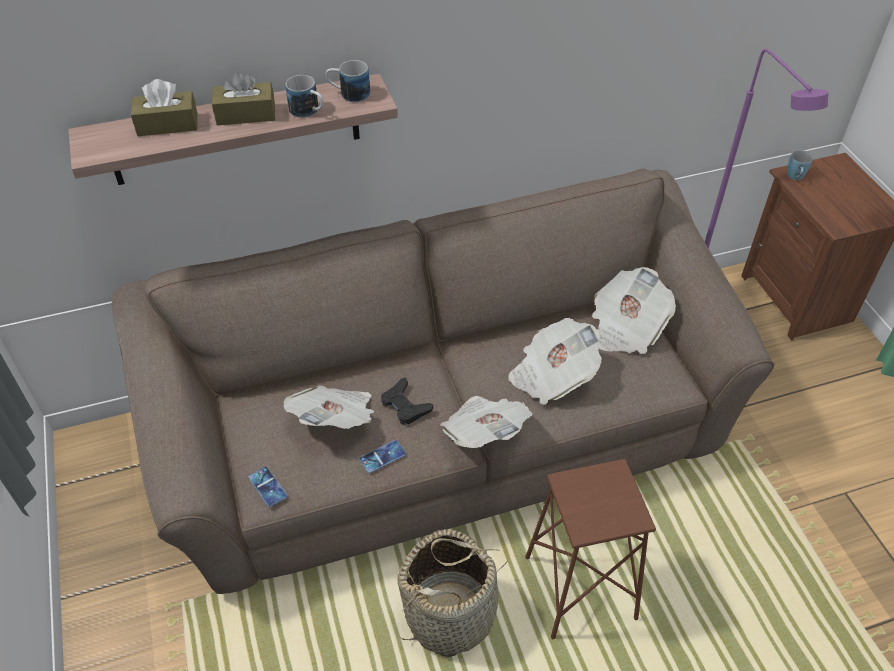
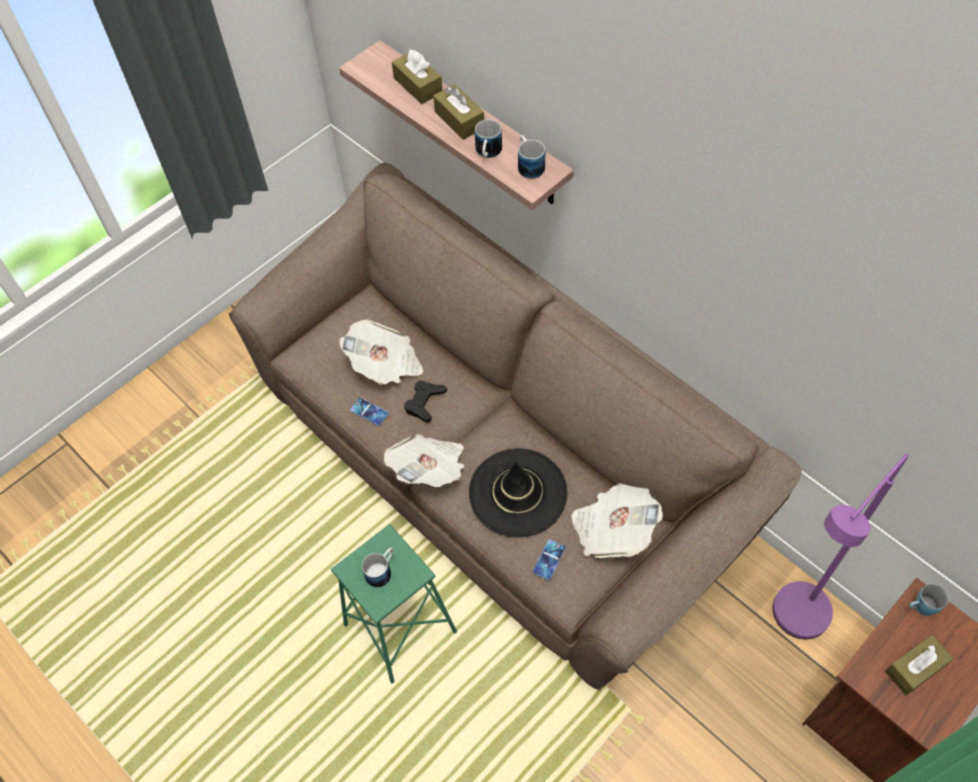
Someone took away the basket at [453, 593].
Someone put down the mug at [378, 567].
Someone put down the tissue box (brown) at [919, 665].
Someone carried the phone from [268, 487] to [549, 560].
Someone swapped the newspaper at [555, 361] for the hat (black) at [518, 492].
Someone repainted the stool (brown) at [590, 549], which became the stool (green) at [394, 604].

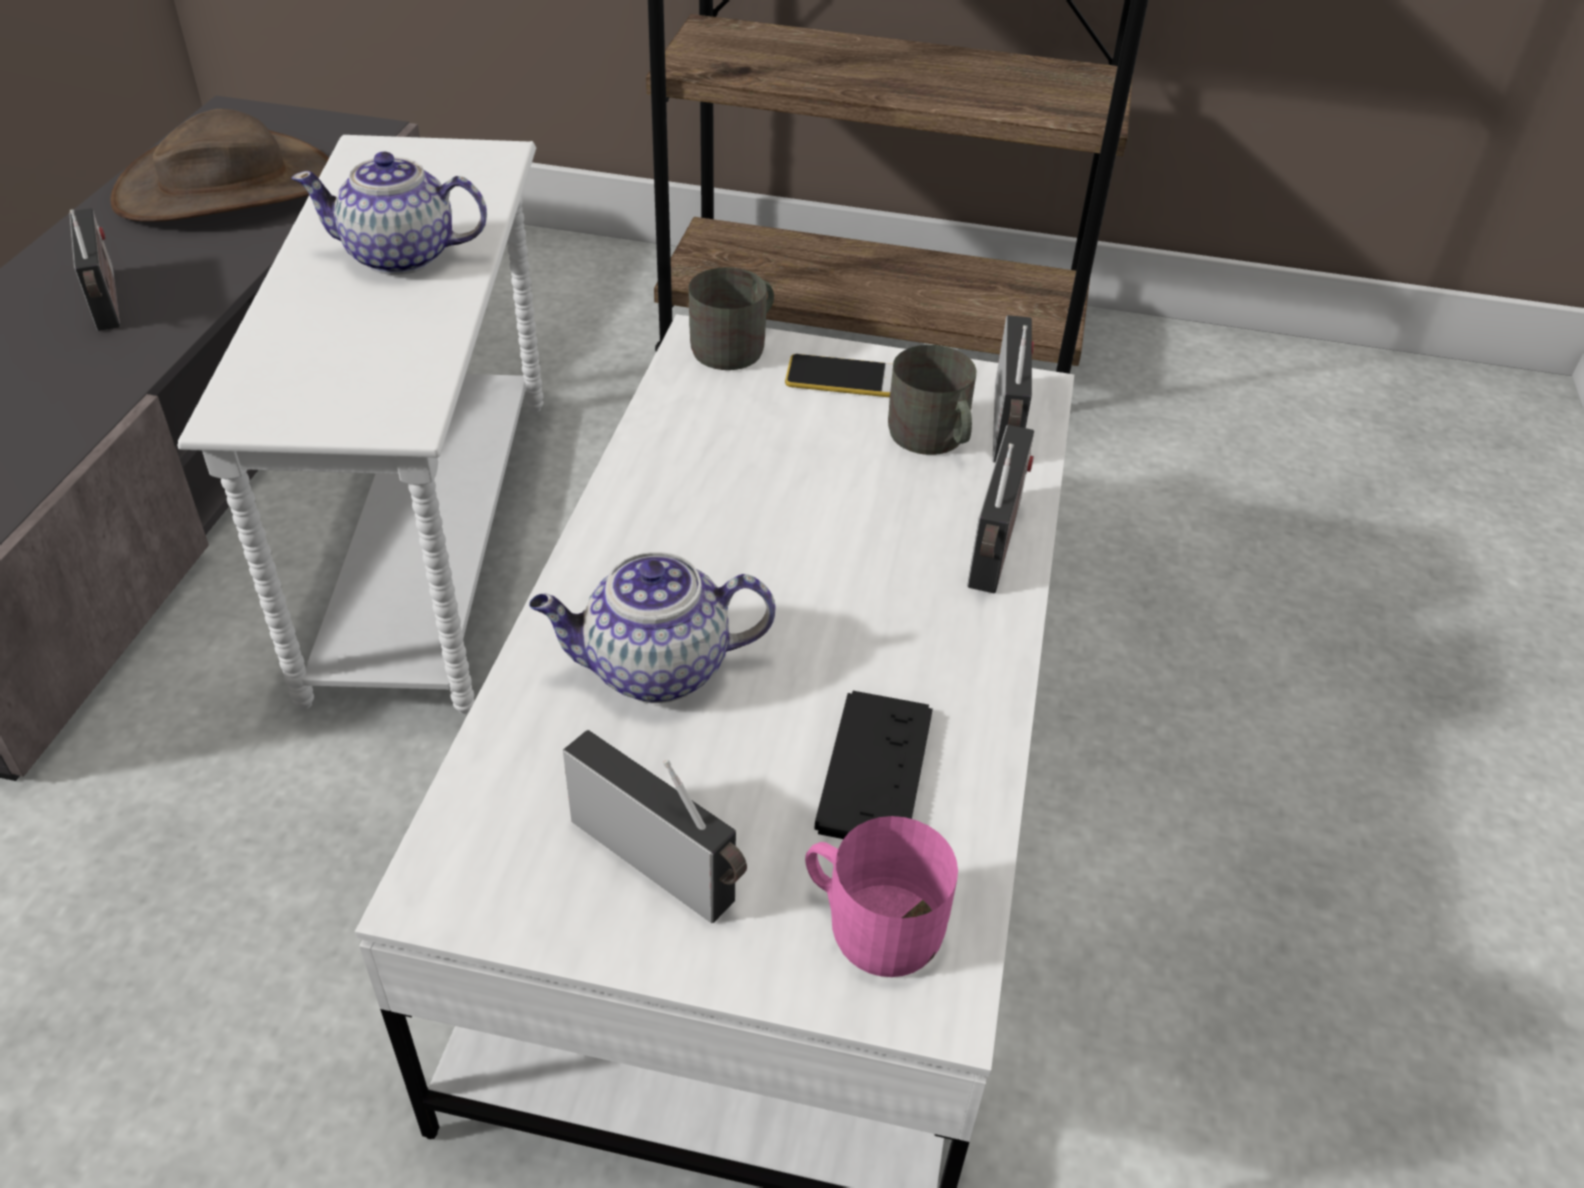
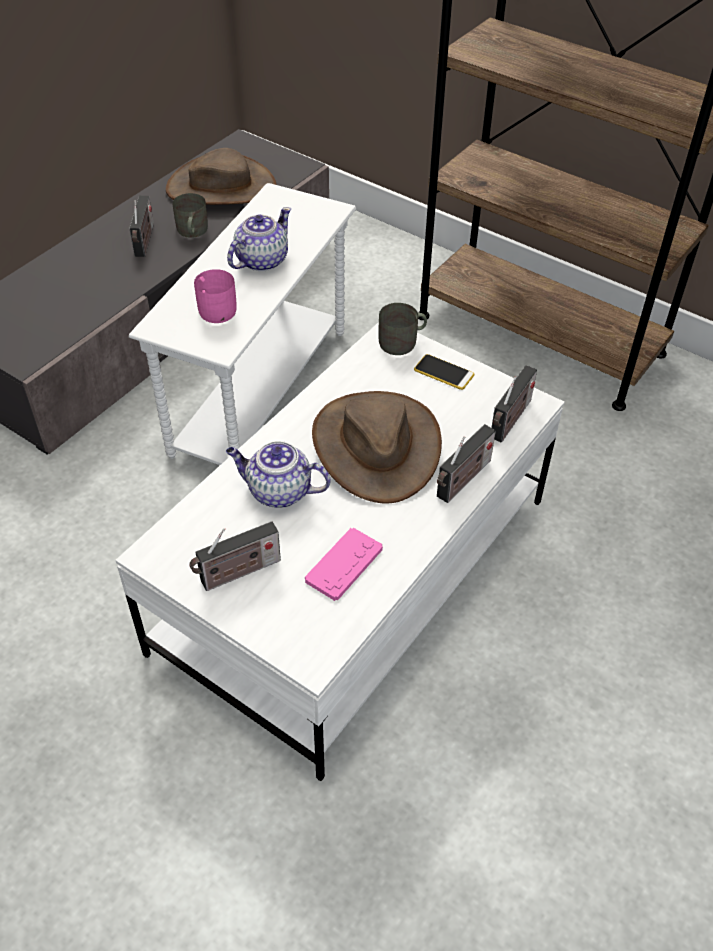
Someone put down the hat (brown) at [377, 447].
Someone carried the mug (pink) from [881, 896] to [215, 296].
Someone carried the mug (grey) from [932, 400] to [190, 215].
Someone repainted the game controller (black) at [873, 765], which became the game controller (pink) at [344, 564].
Someone rotated the teapot at [389, 213] by 105 degrees clockwise.
Someone rotated the radio at [655, 826] by 90 degrees clockwise.

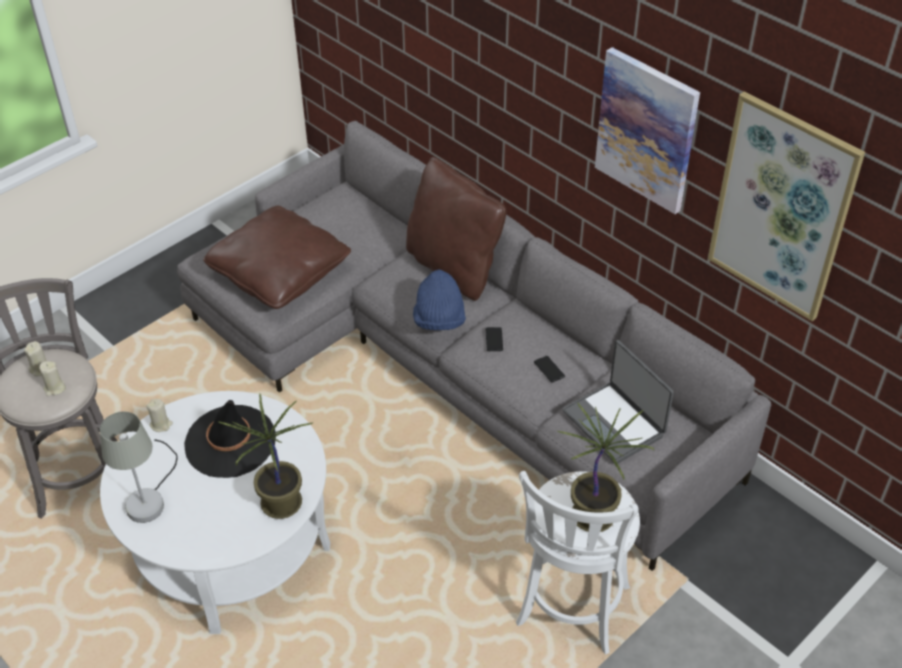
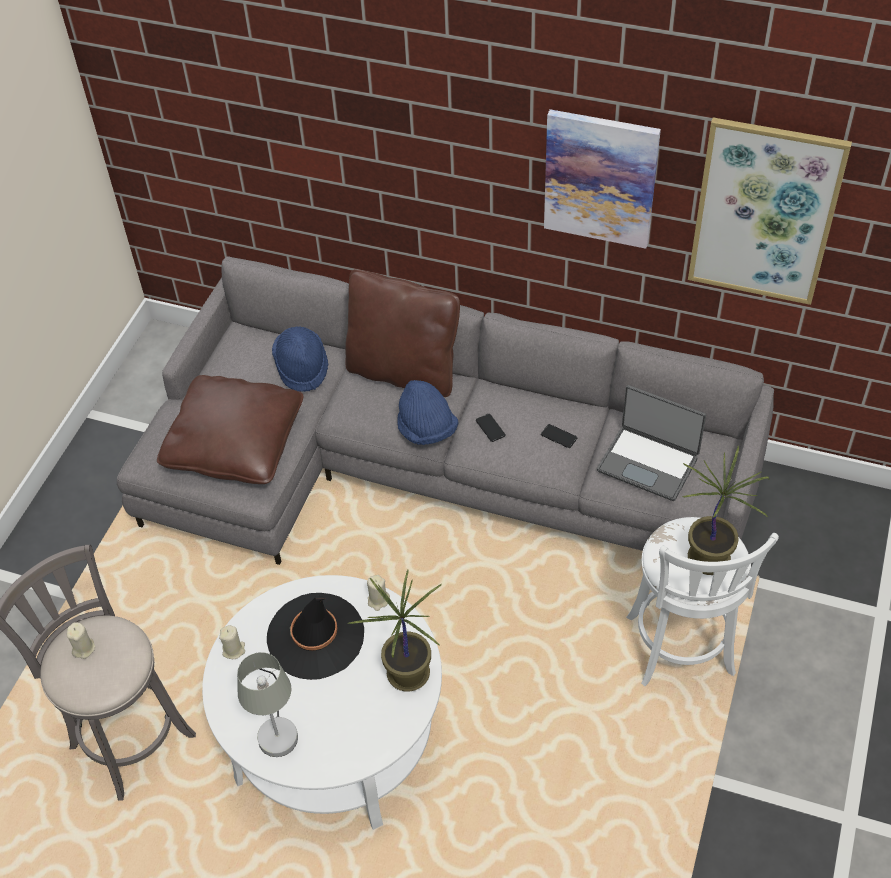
Someone put down the hat (blue) at [300, 359].
Someone carried the candle (beige) from [52, 378] to [378, 593].

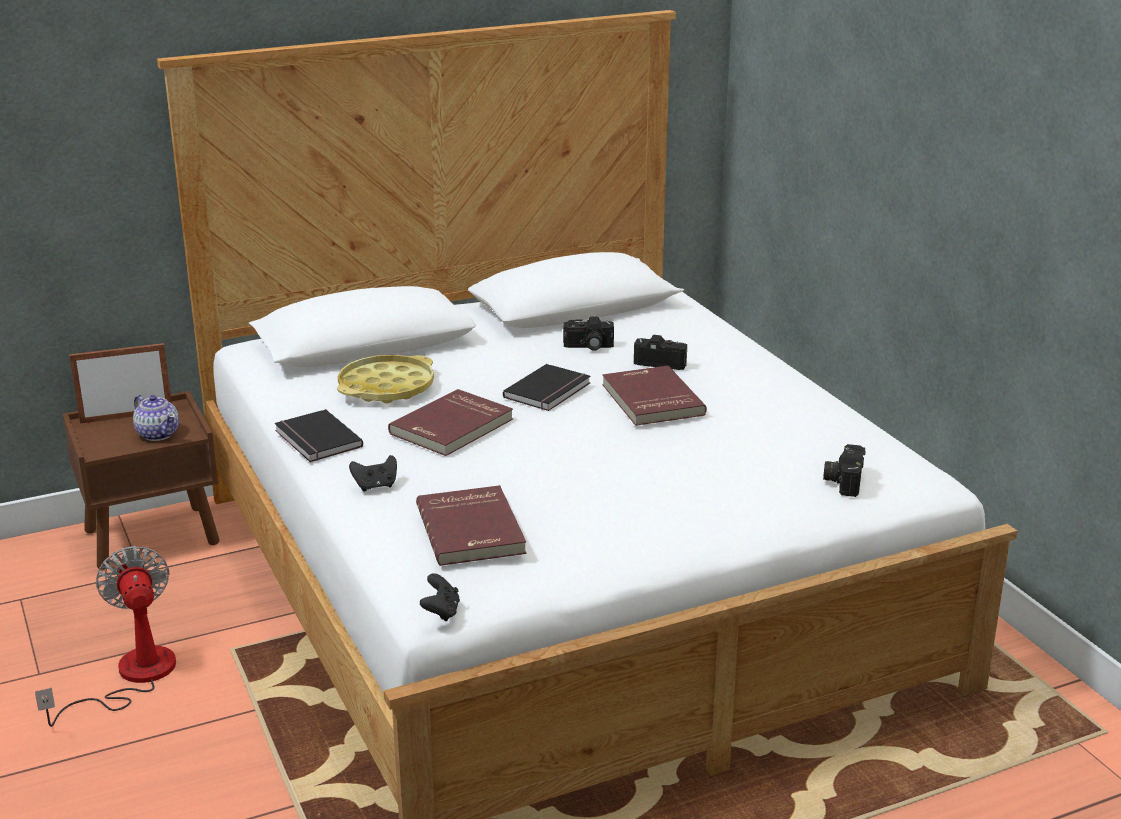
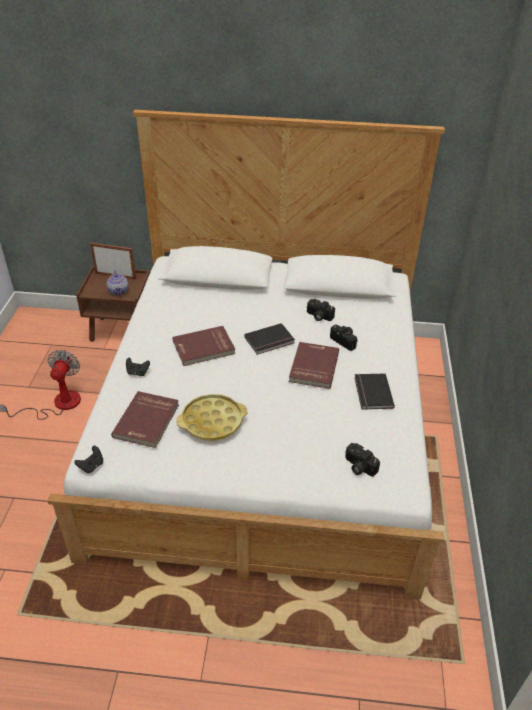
Someone carried the book (black) from [319, 435] to [374, 392].
Someone carried the tray (yellow) from [385, 379] to [212, 417].
Someone rotated the photo camera at [844, 470] by 90 degrees counterclockwise.

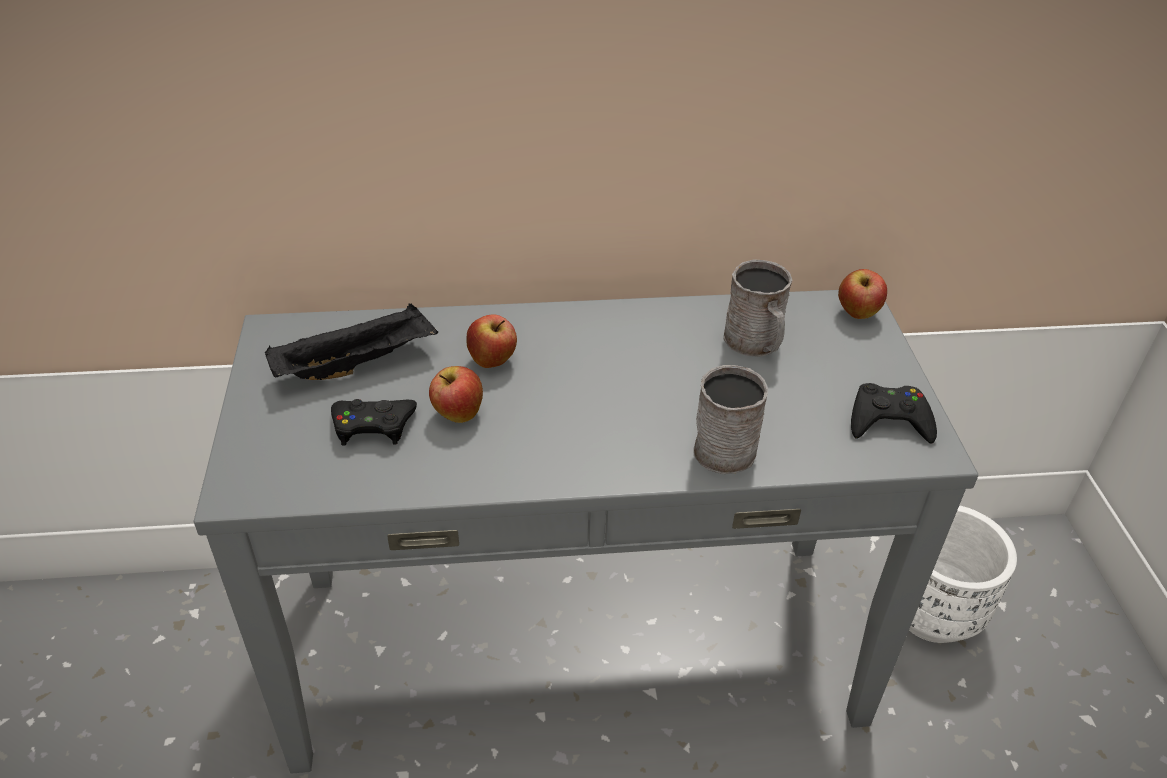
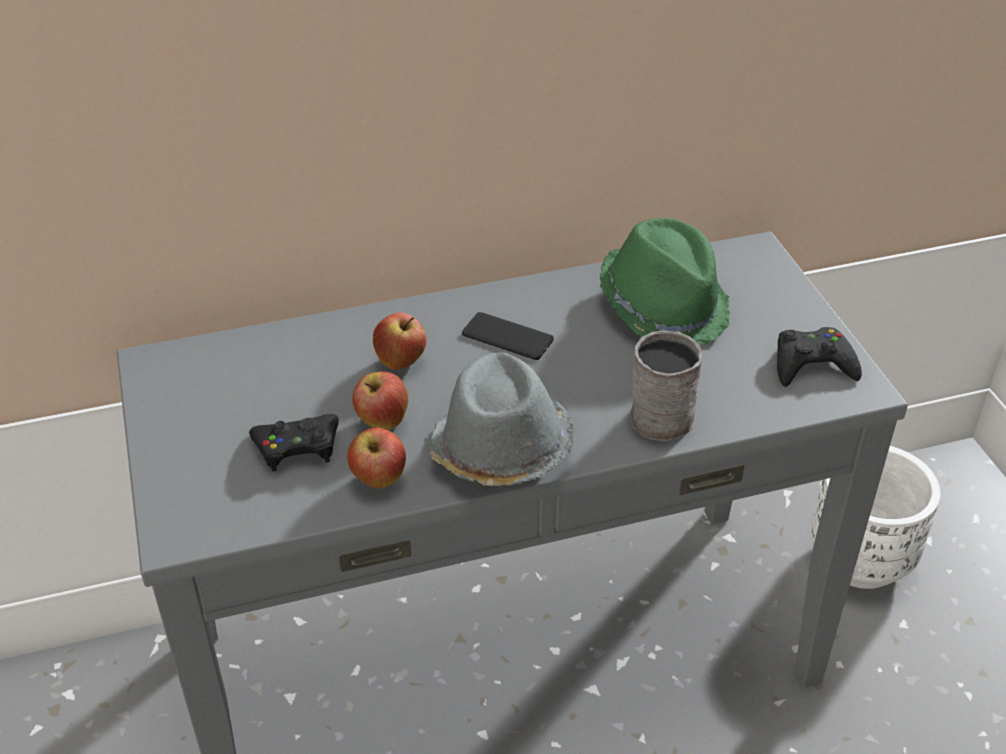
Someone took away the tray (black) at [351, 342].
Someone put down the hat (grey) at [501, 419].
Someone put down the phone at [508, 336].
Someone carried the apple from [862, 294] to [376, 458].
Someone swapped the mug (grey) at [758, 308] for the hat (green) at [665, 281].

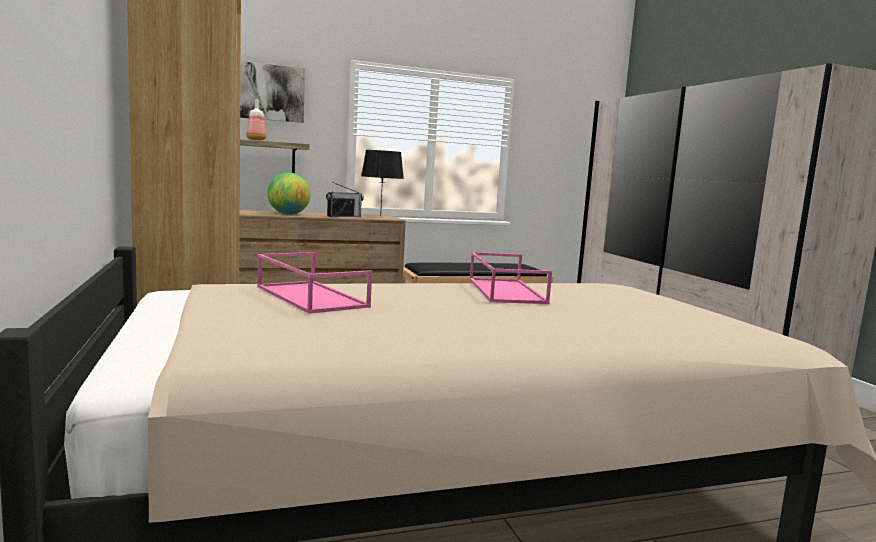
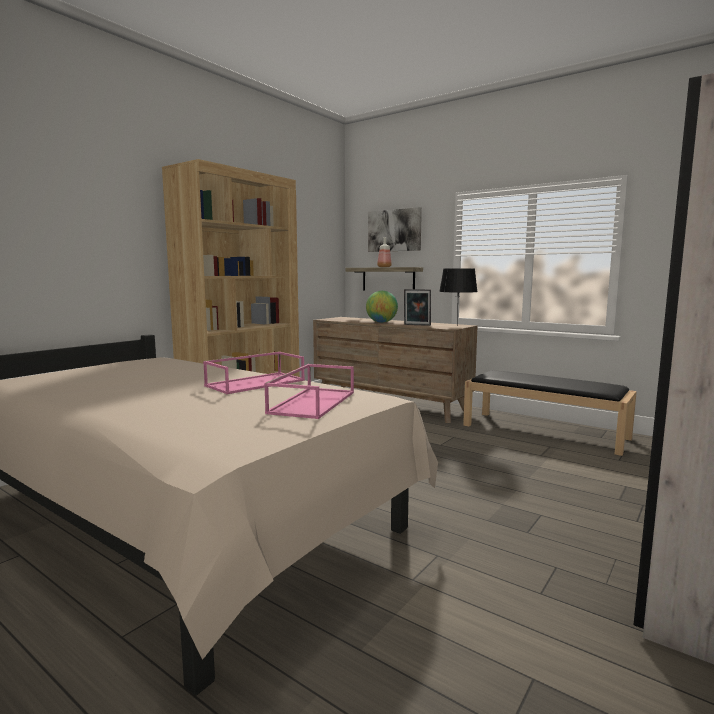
Someone carried the tray (pink) from [314, 283] to [309, 391].
Someone swapped the radio at [345, 199] for the picture frame at [417, 307].

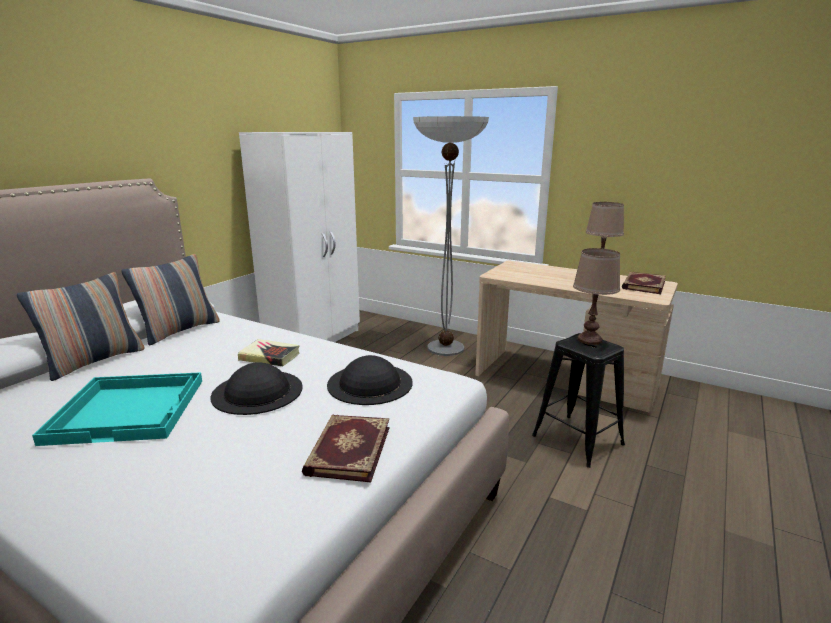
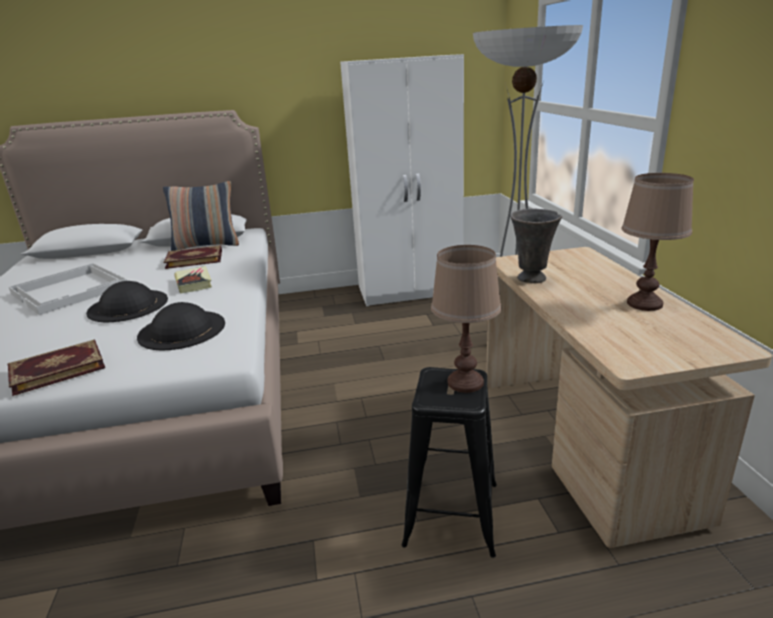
Someone took away the pillow at [81, 326].
Someone put down the vase (grey) at [536, 246].
Someone carried the book from [644, 283] to [192, 257].
Someone repainted the tray (turquoise) at [117, 409], which became the tray (white) at [68, 289].

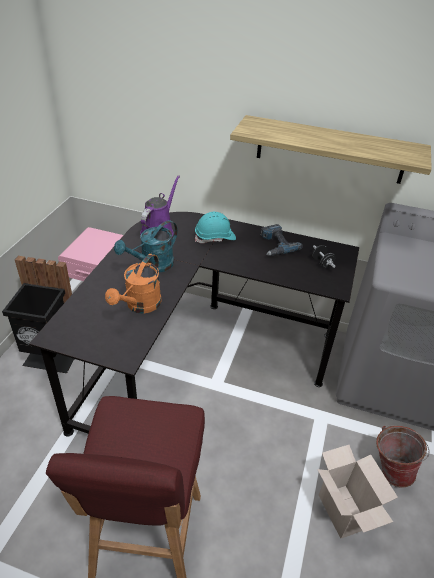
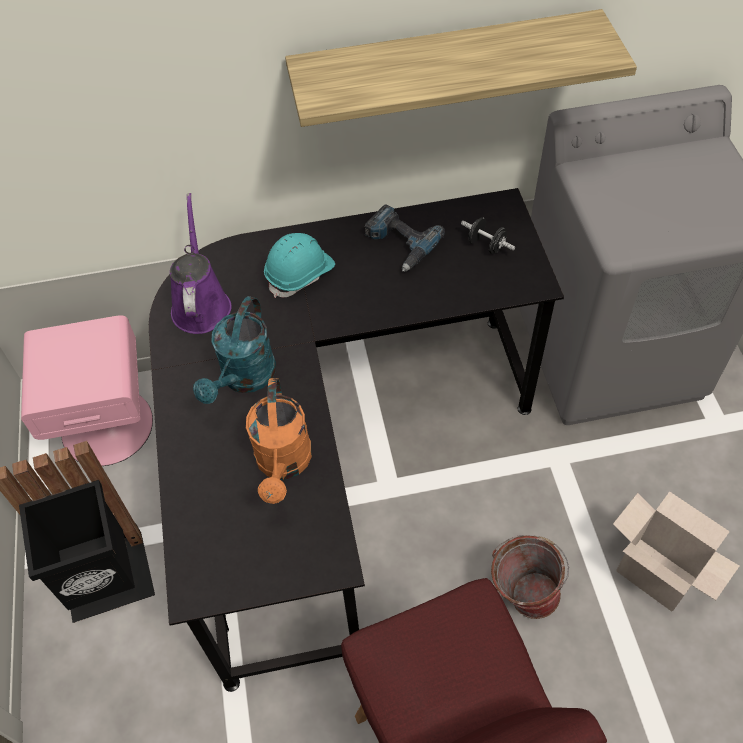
Someone carried the bucket from [403, 456] to [530, 577].

